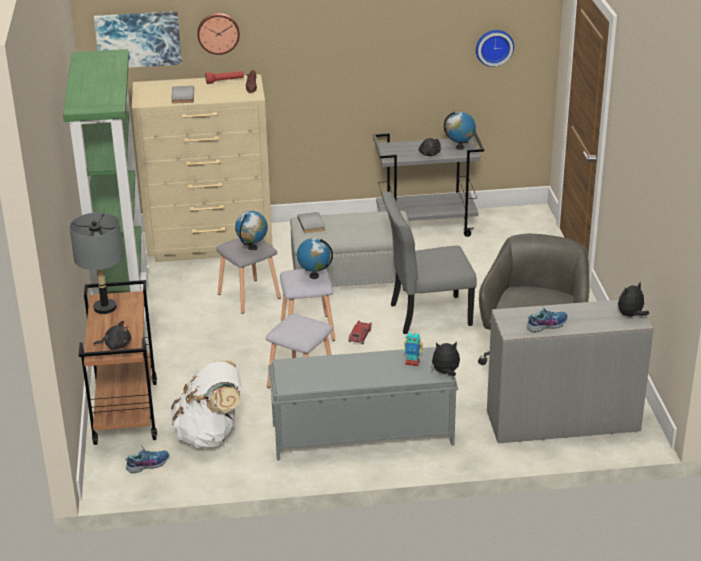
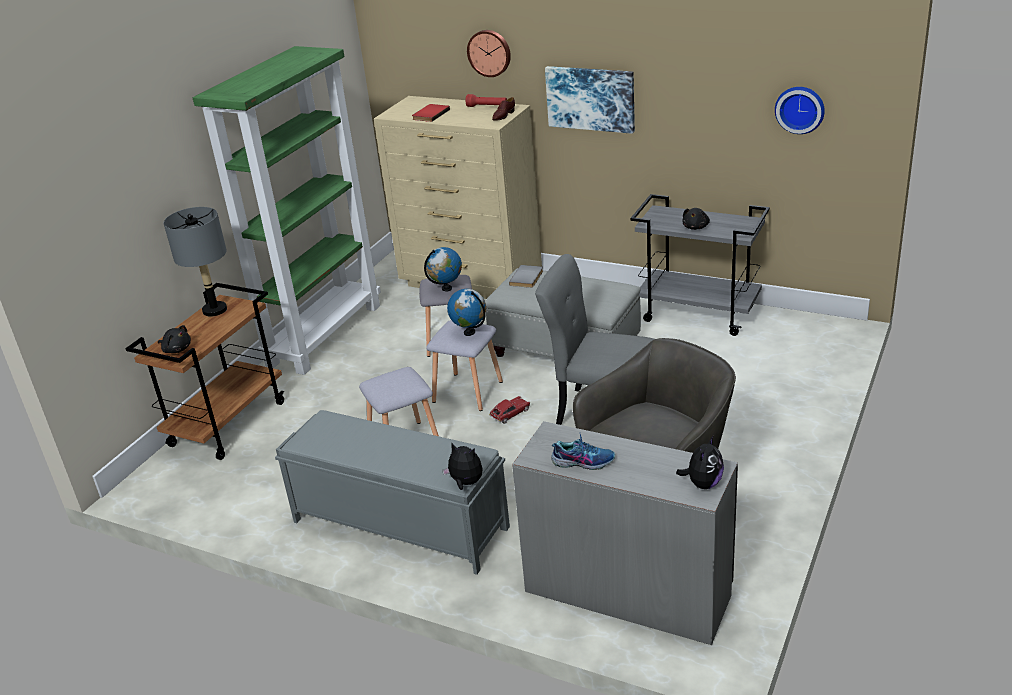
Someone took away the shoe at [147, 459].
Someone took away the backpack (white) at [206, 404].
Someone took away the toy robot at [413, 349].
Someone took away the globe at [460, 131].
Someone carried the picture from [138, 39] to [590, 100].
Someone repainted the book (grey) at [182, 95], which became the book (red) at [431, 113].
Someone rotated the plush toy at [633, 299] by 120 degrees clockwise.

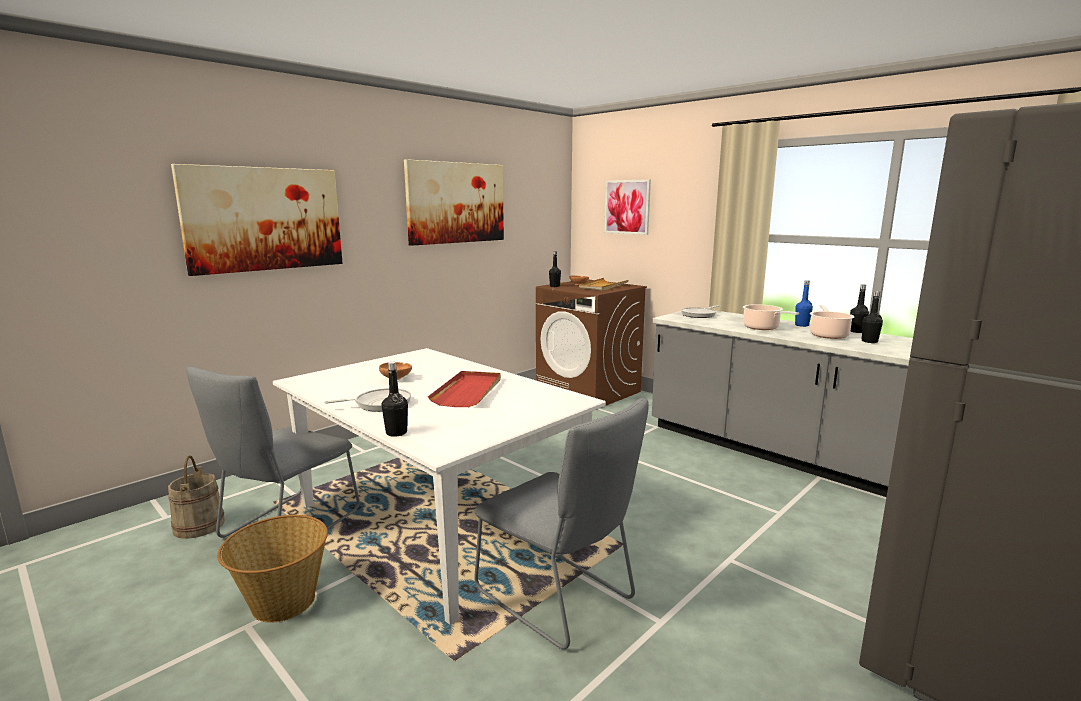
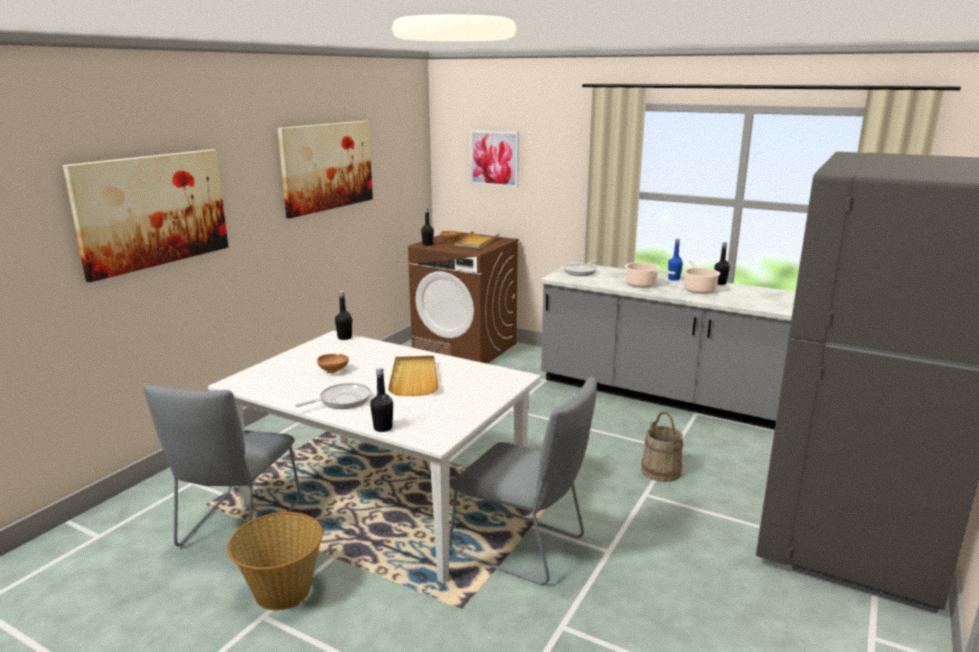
Someone carried the bucket (beige) from [196, 497] to [662, 447].
Someone carried the bottle (black) from [872, 317] to [343, 315].
Someone repainted the tray (red) at [464, 389], which became the tray (beige) at [413, 376].

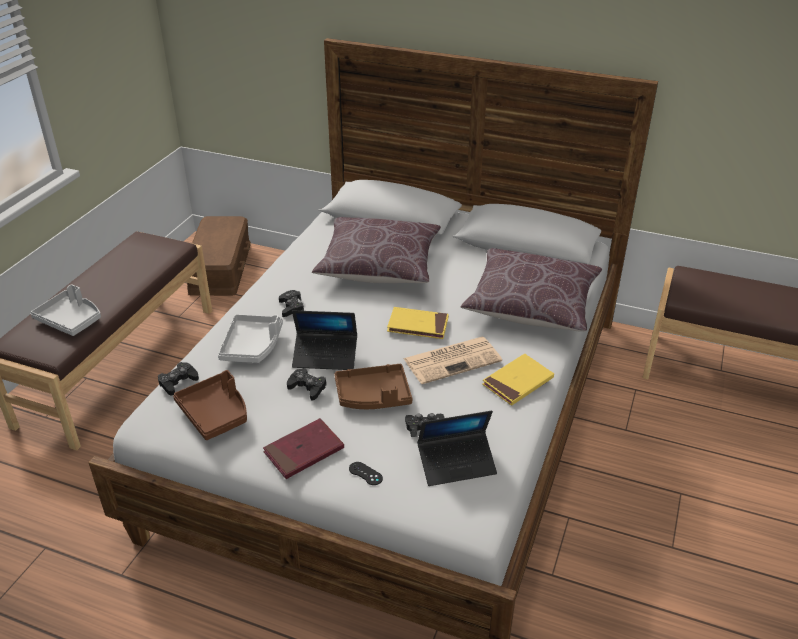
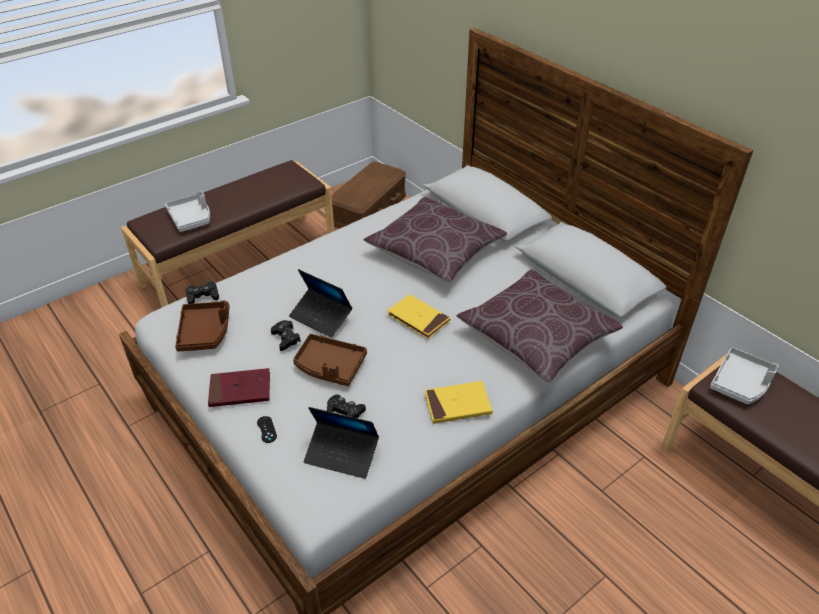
Someone took away the game controller (black) at [291, 303].
Someone took away the newspaper at [452, 360].
Someone carried the tray (grey) from [250, 338] to [744, 375].

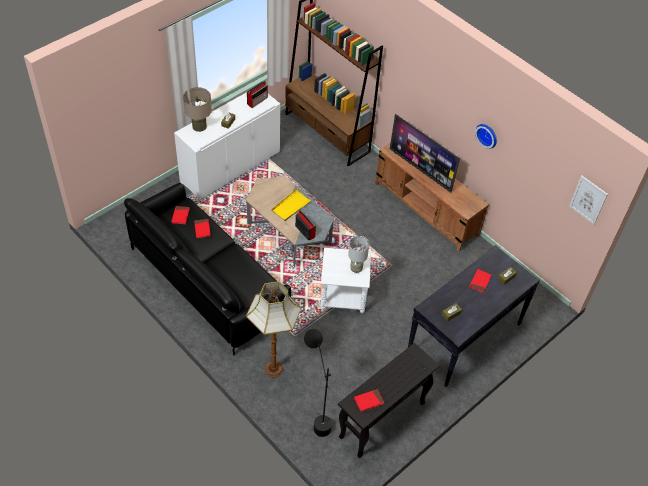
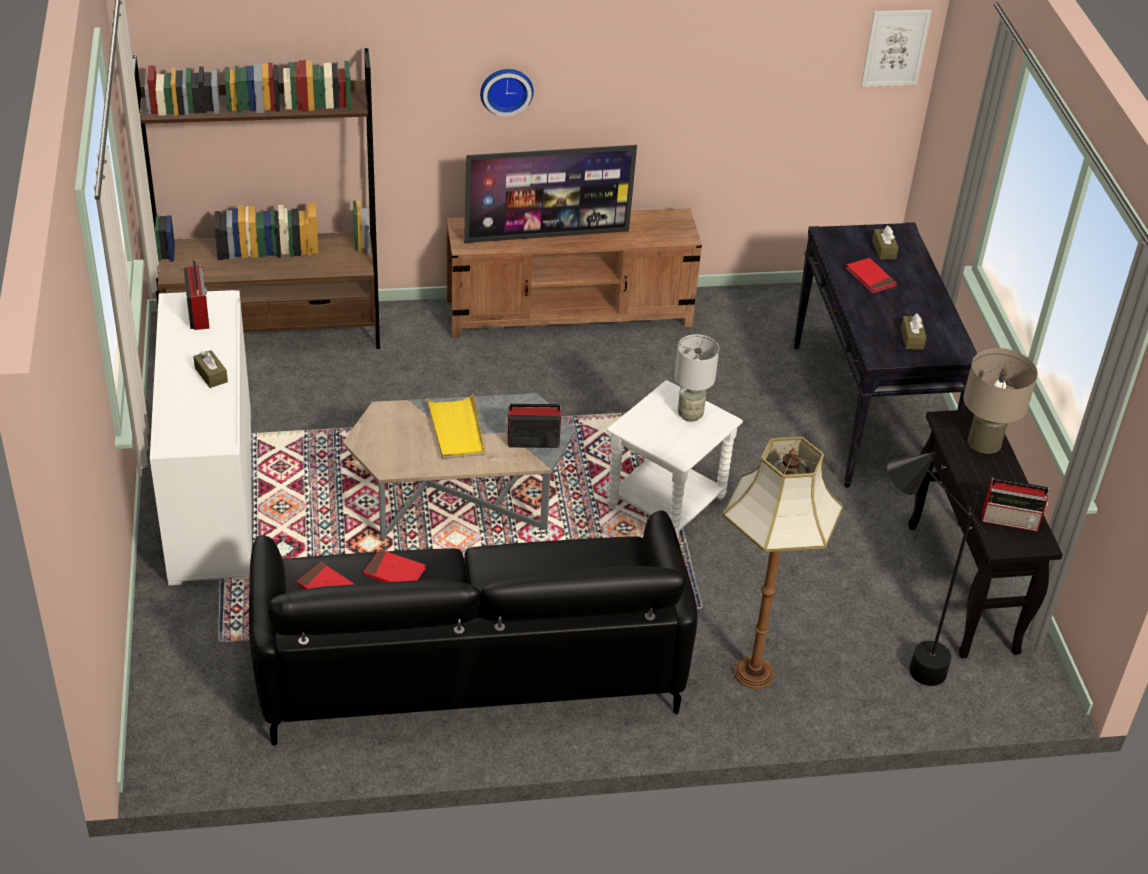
Someone carried the table lamp (beige) from [197, 109] to [1000, 401].
Someone carried the wall clock from [486, 136] to [507, 92].
Someone swapped the book (red) at [369, 400] for the radio at [1015, 505].

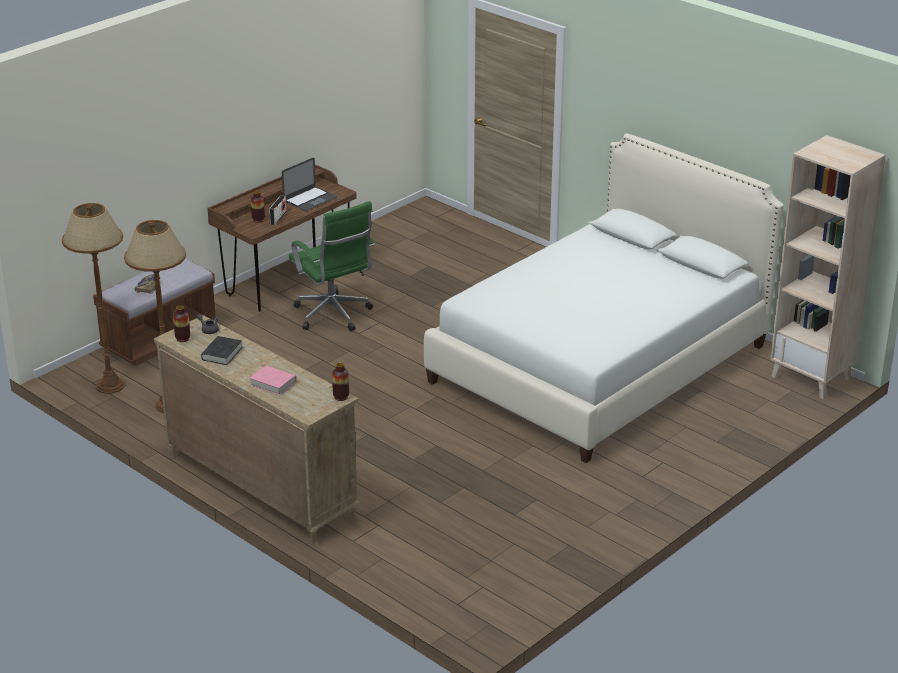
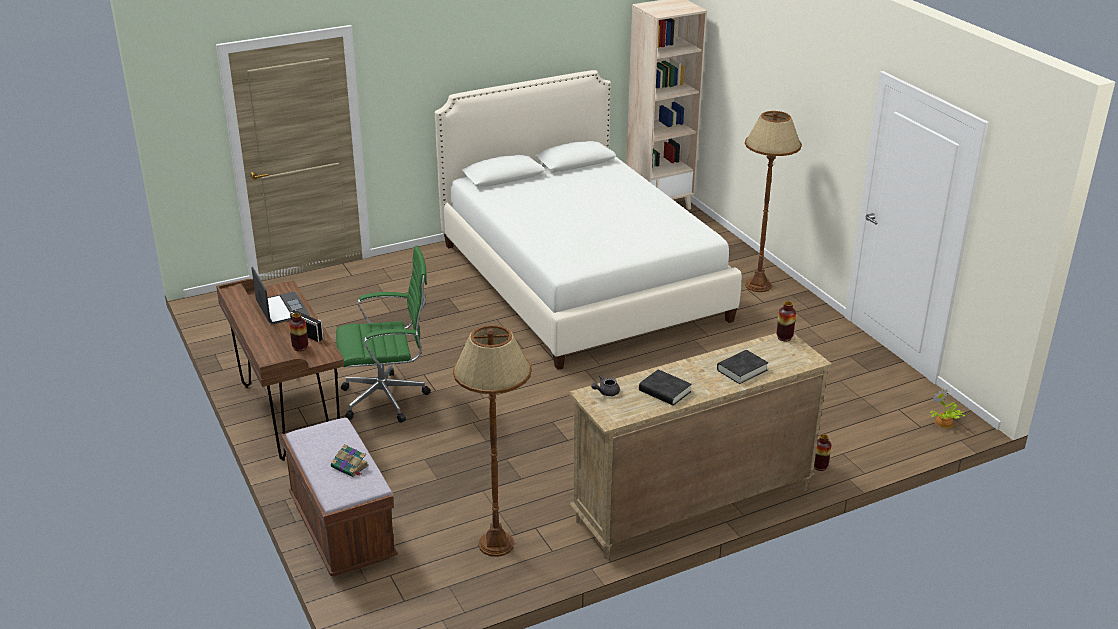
Someone put down the potted plant at [948, 408].
Someone carried the floor lamp (brown) from [93, 298] to [773, 201].
Someone carried the vase from [181, 324] to [822, 452].
Someone repainted the book (pink) at [273, 380], which became the book (black) at [742, 367].

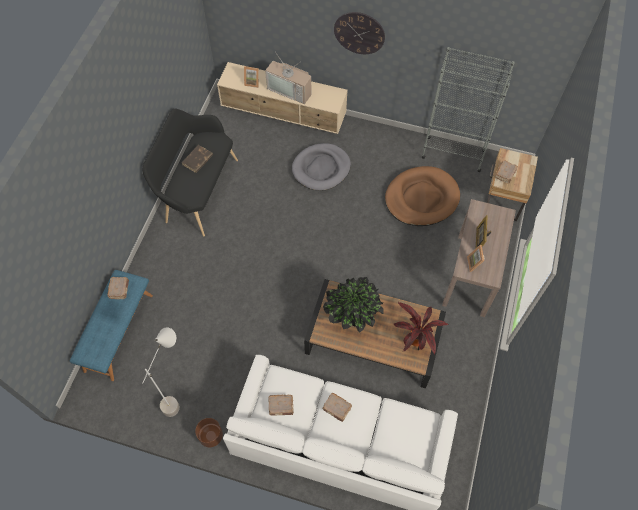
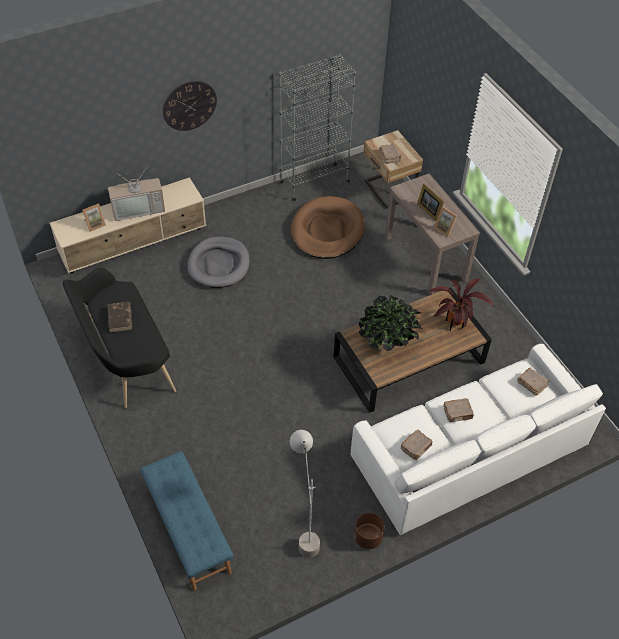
Someone carried the book (brown) from [118, 288] to [533, 382].

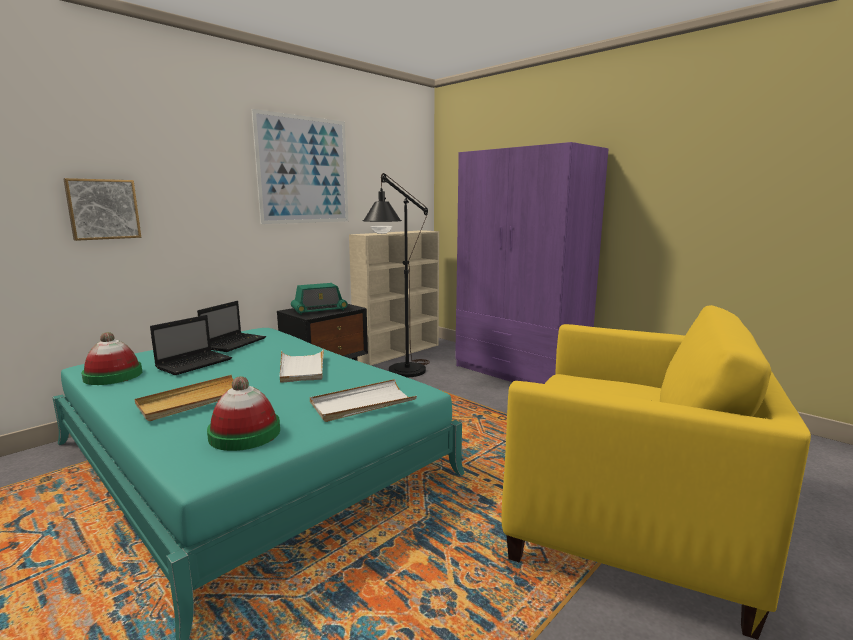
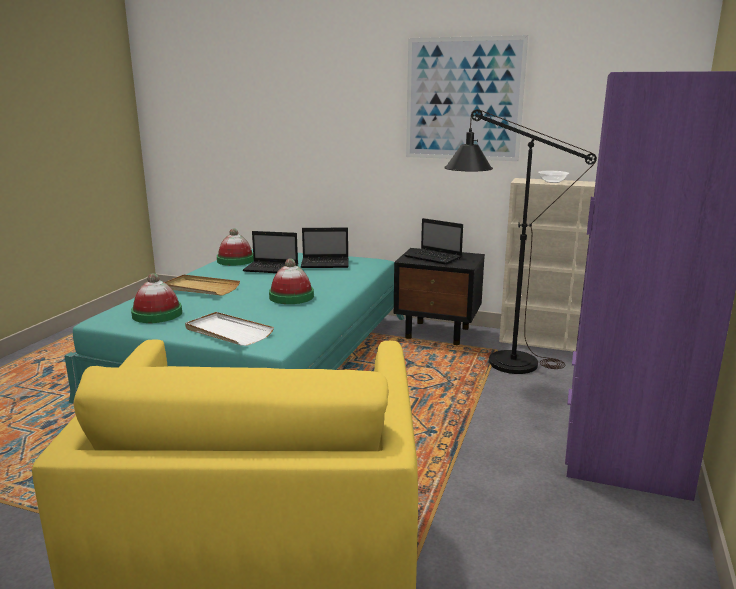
Someone took away the picture at [102, 209].
Someone swapped the tray (white) at [302, 365] for the hat at [291, 281].
Someone swapped the radio at [319, 299] for the laptop at [433, 241].

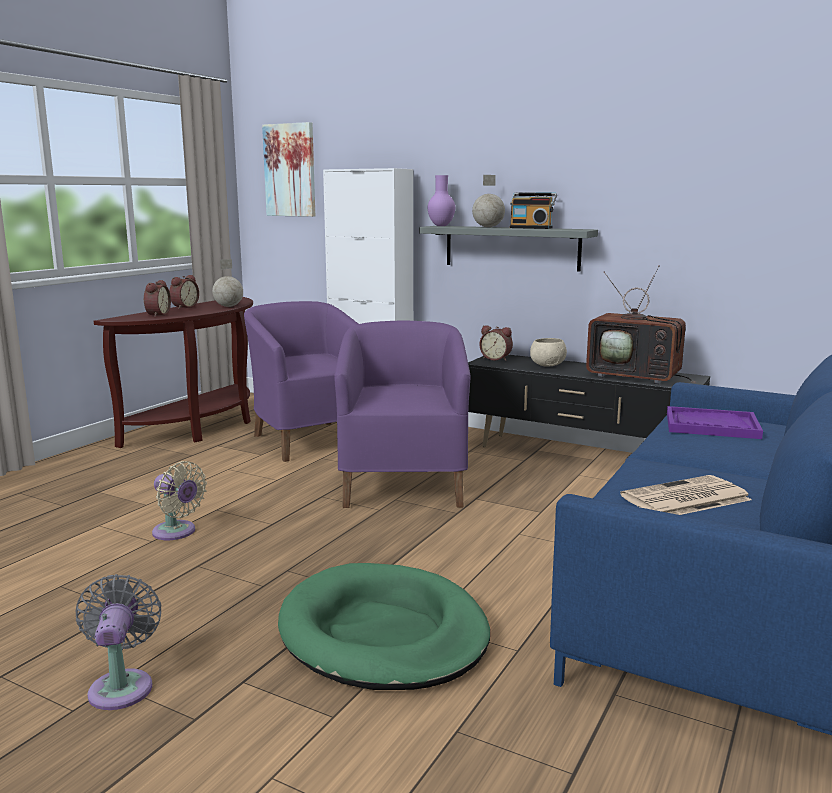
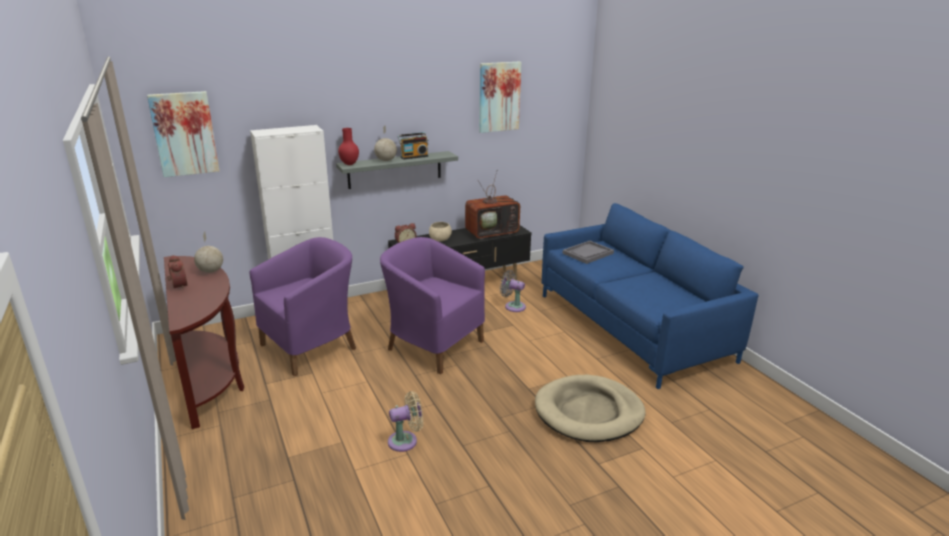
Someone took away the alarm clock at [157, 298].
Someone took away the newspaper at [686, 495].
Someone put up the picture at [500, 97].
Someone carried the fan (grey) from [119, 642] to [513, 291].
Someone repainted the dog bed (green) at [384, 626], which became the dog bed (beige) at [590, 408].
Someone repainted the vase (purple) at [441, 200], which became the vase (red) at [348, 146].
Someone repainted the tray (purple) at [715, 422], which became the tray (grey) at [588, 252].
Someone rotated the armchair (purple) at [301, 381] by 135 degrees clockwise.

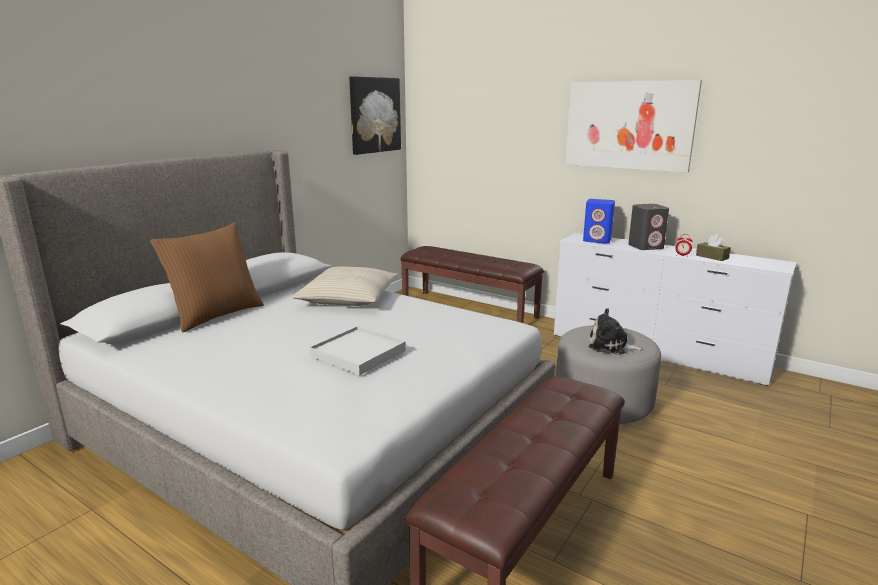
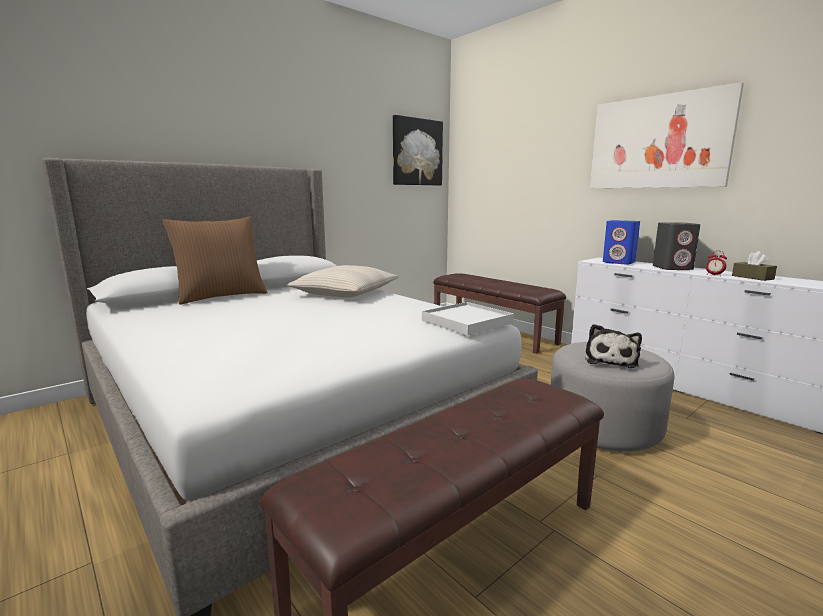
Someone carried the tray (white) from [357, 351] to [468, 319].
Someone rotated the plush toy at [616, 331] by 105 degrees counterclockwise.

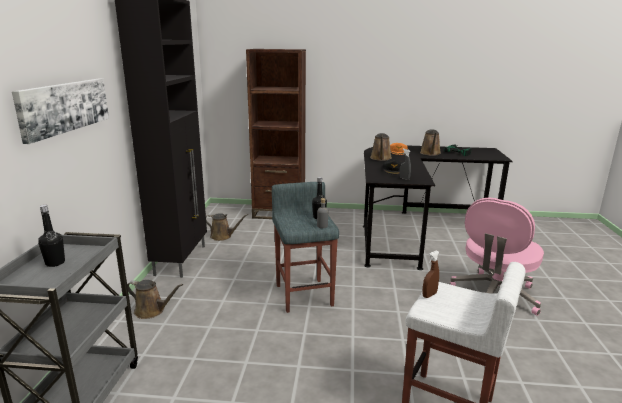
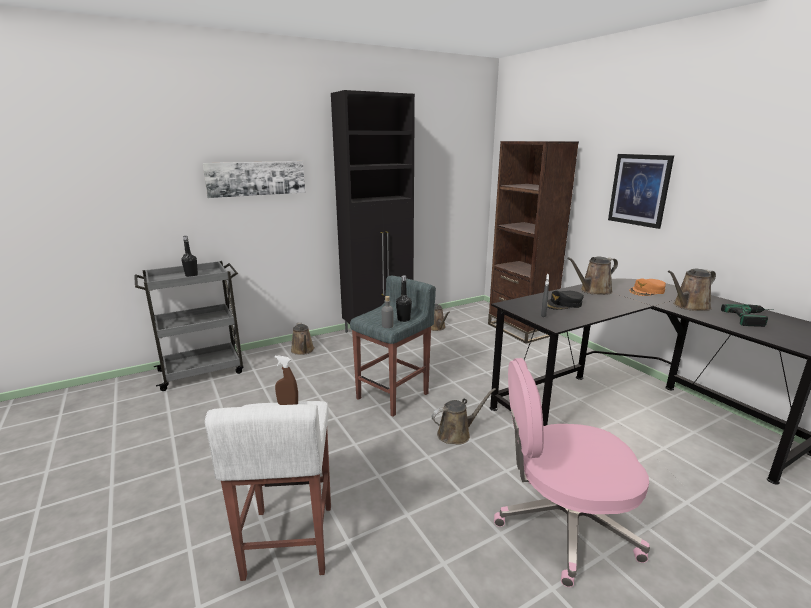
Someone put down the watering can (brown) at [464, 416].
Someone put up the picture at [641, 191].

